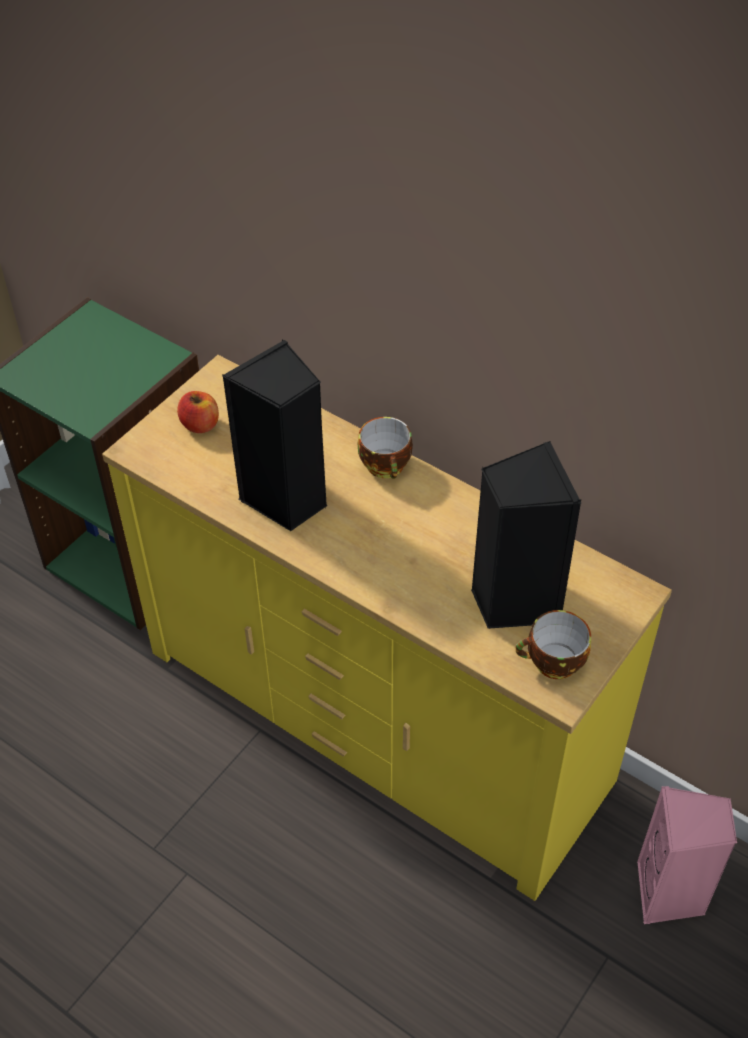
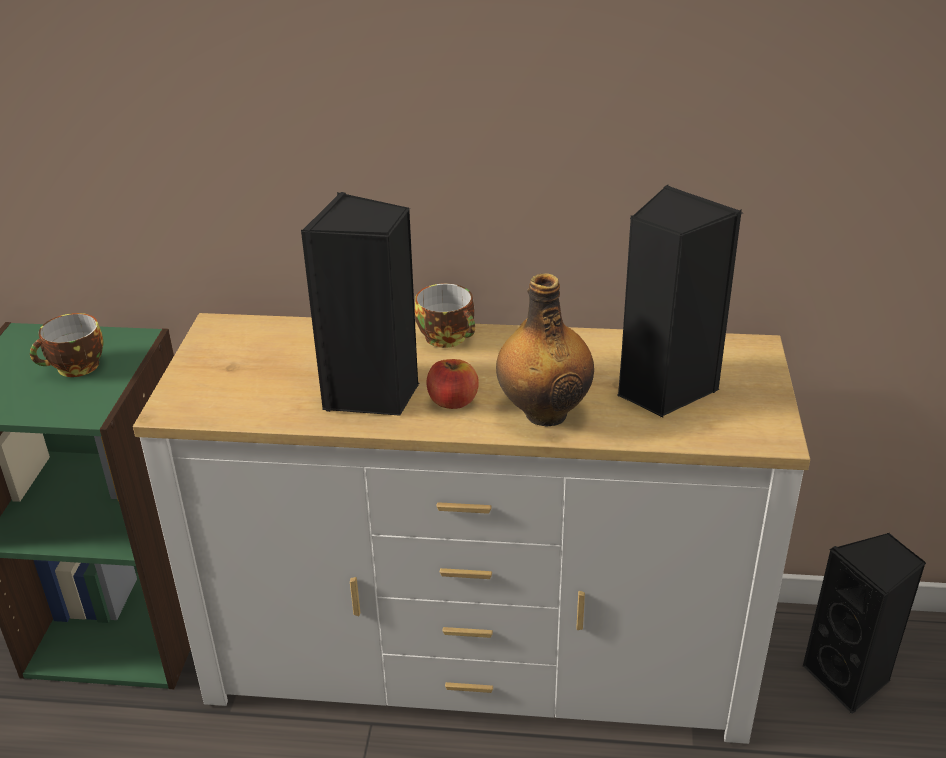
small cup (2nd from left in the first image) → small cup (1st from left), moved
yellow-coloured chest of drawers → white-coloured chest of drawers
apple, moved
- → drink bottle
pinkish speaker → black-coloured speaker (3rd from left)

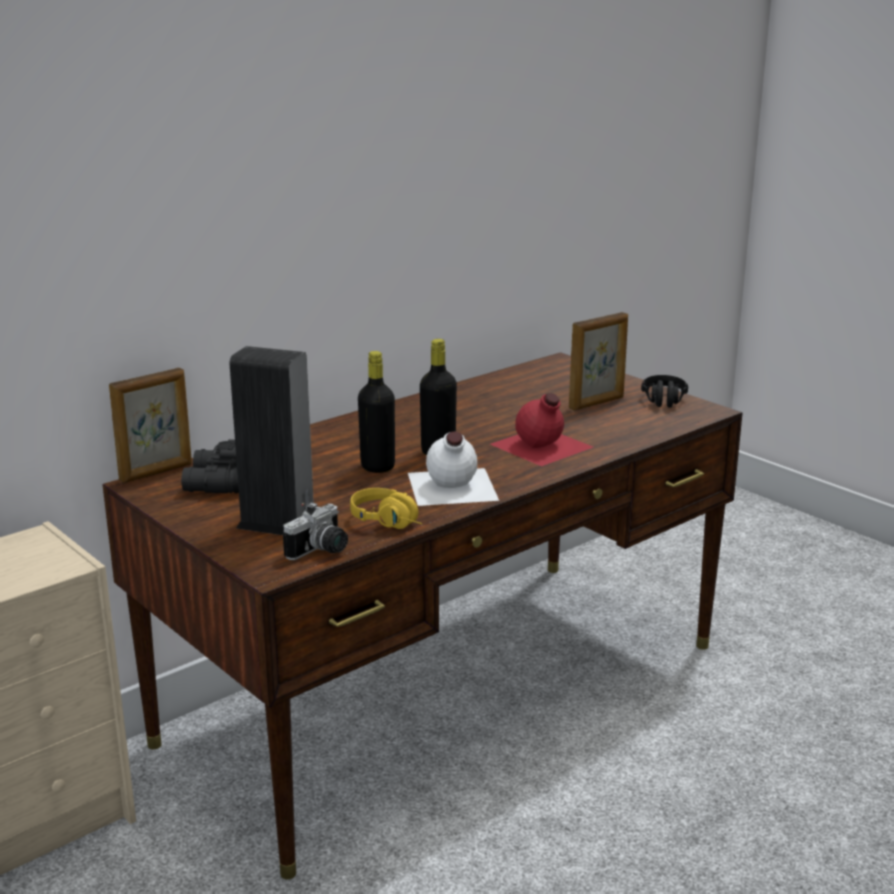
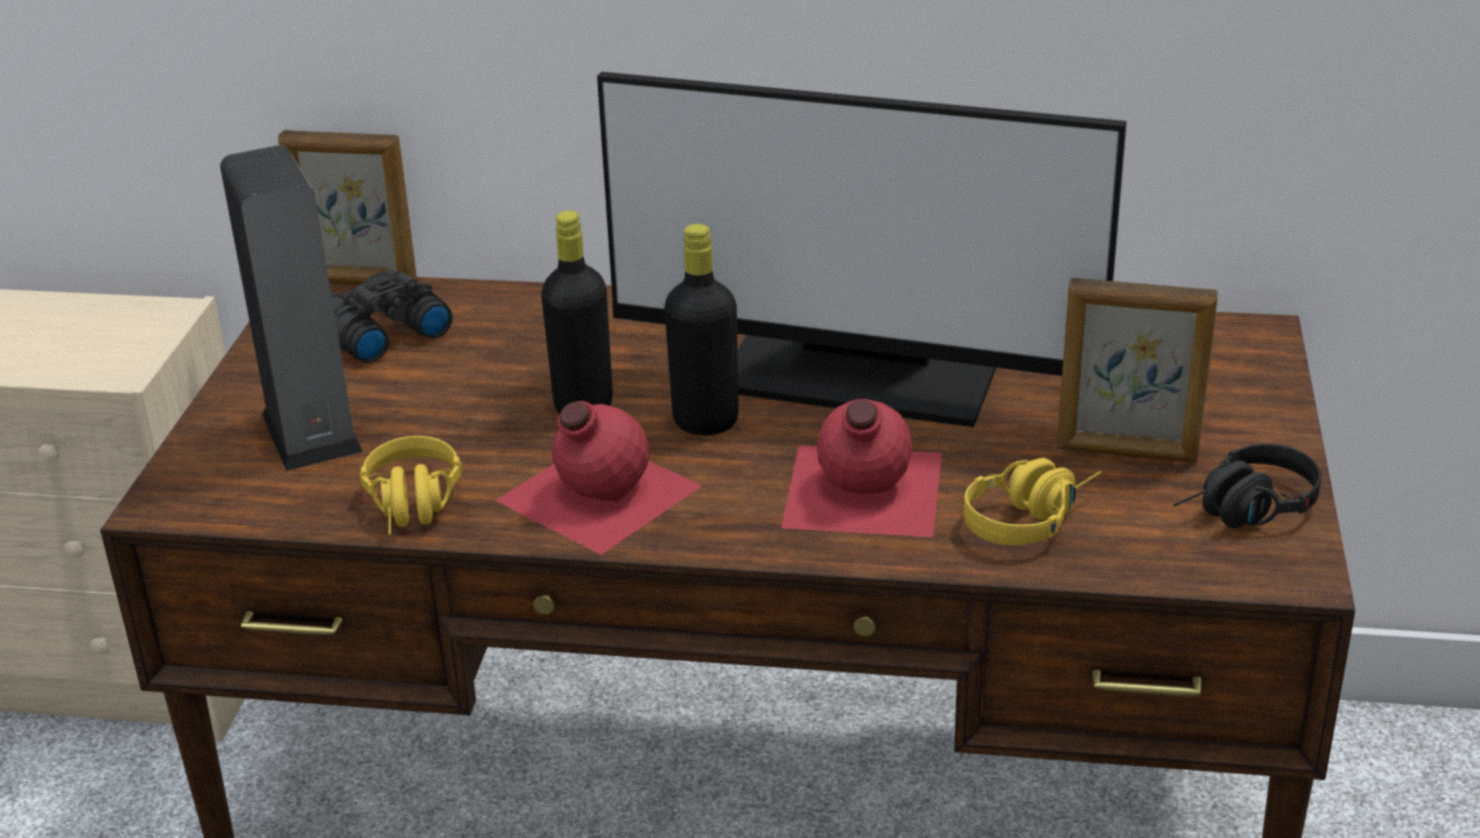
white-coloured drink bottle → red drink bottle (1st from left)
- → computer screen
- → yellow-coloured pair of headphones (2nd from left)
still camera → -

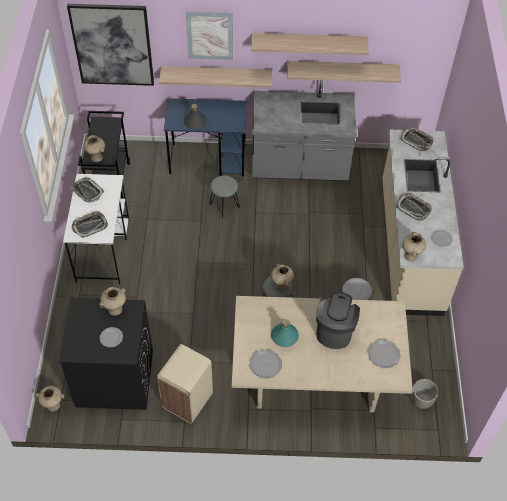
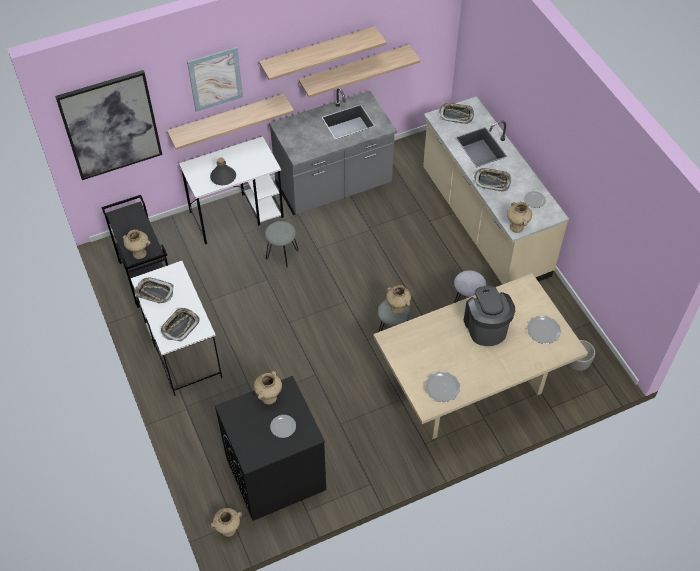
bluish desk table → white-coloured desk table (2nd from left)
beige rubbish bin → -
turquoise-coloured drink bottle → -

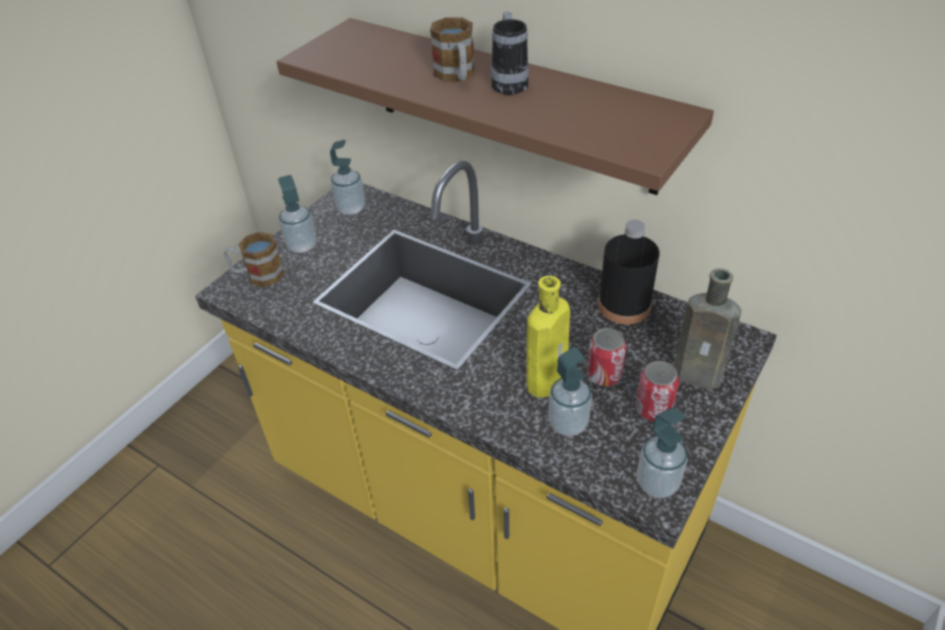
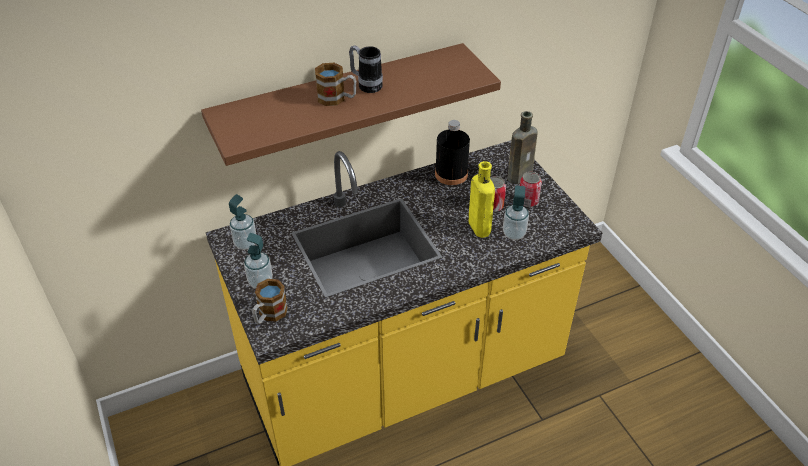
soap dispenser (4th from left) → -

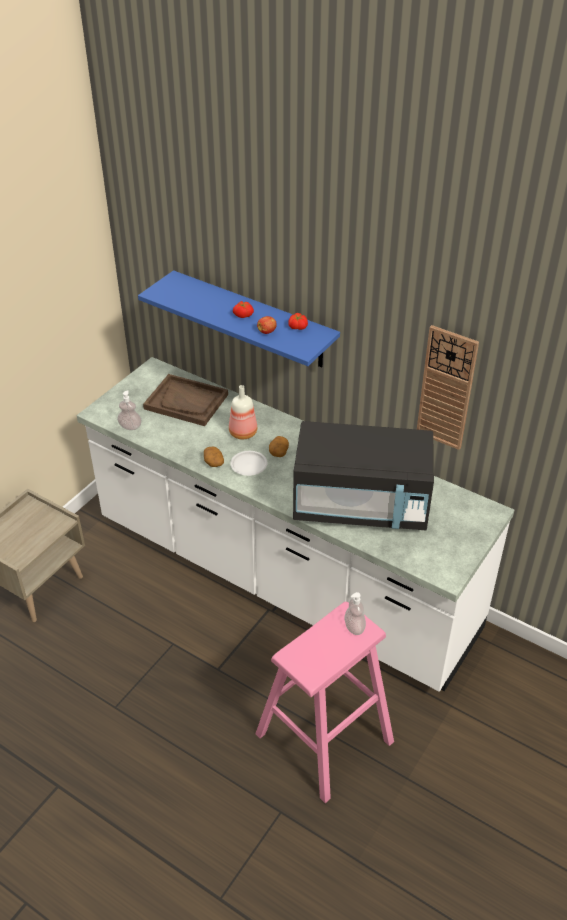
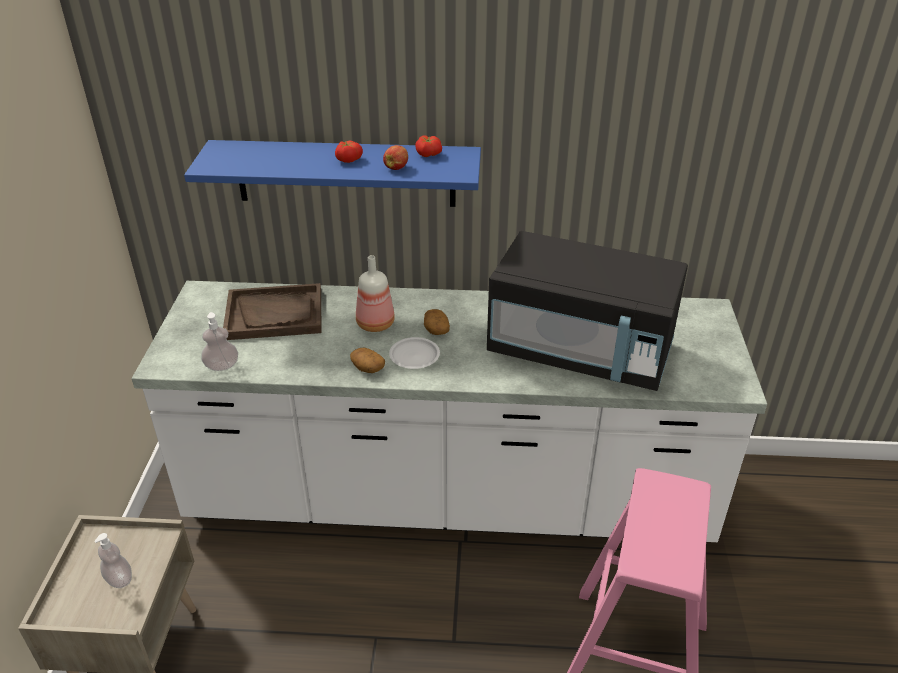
soap dispenser (2nd from left in the first image) → soap dispenser (1st from left), moved
black-coloured kitchen microwave, 45 degrees clockwise
wall clock → -

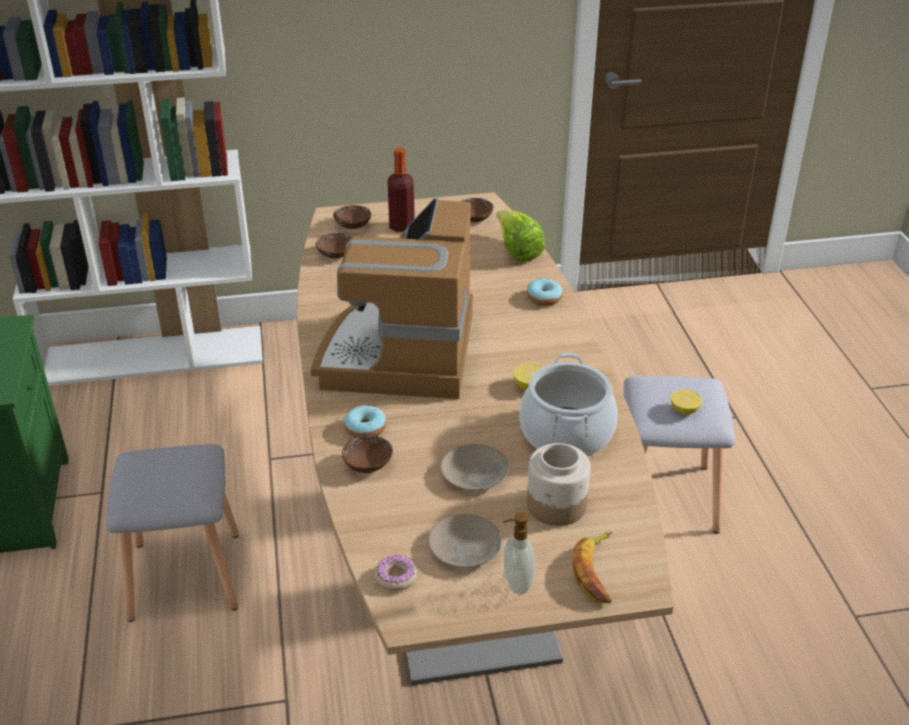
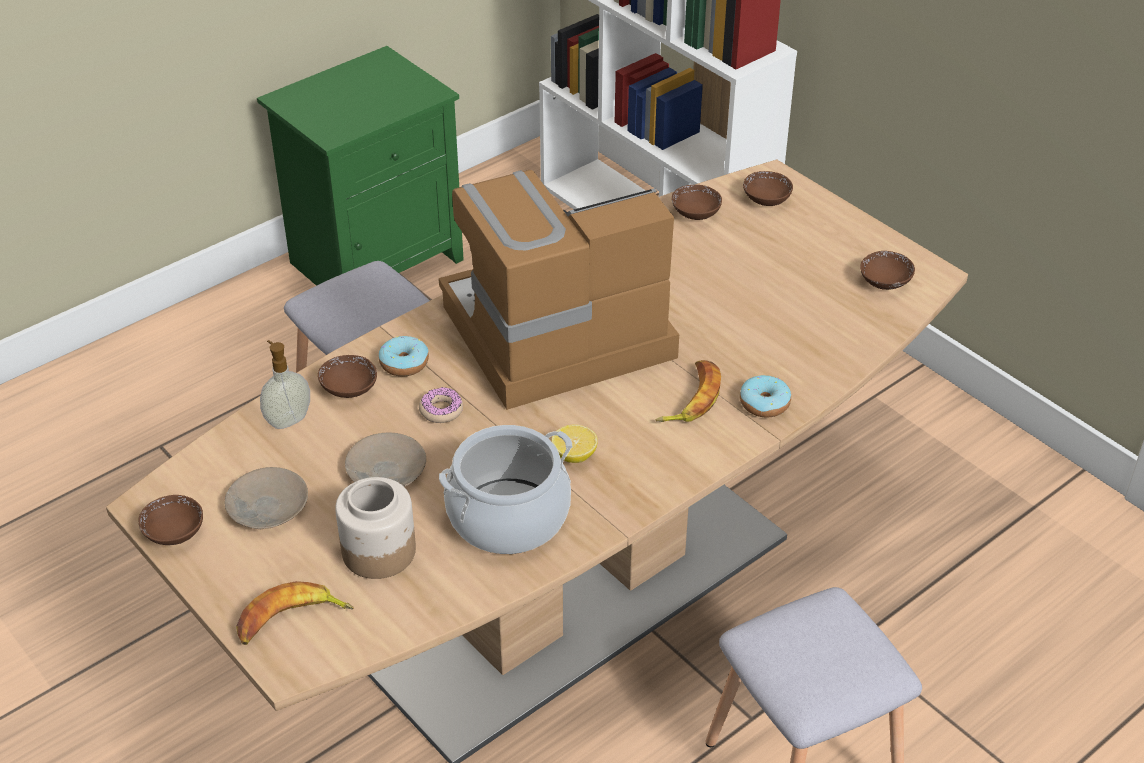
- → brownish serving bowl (1st from left)
soap dispenser, moved
ring doughnut (2nd from left), moved
- → banana (2nd from left)
drink bottle → -
head of lettuce → -
whole lemon (2nd from left) → -

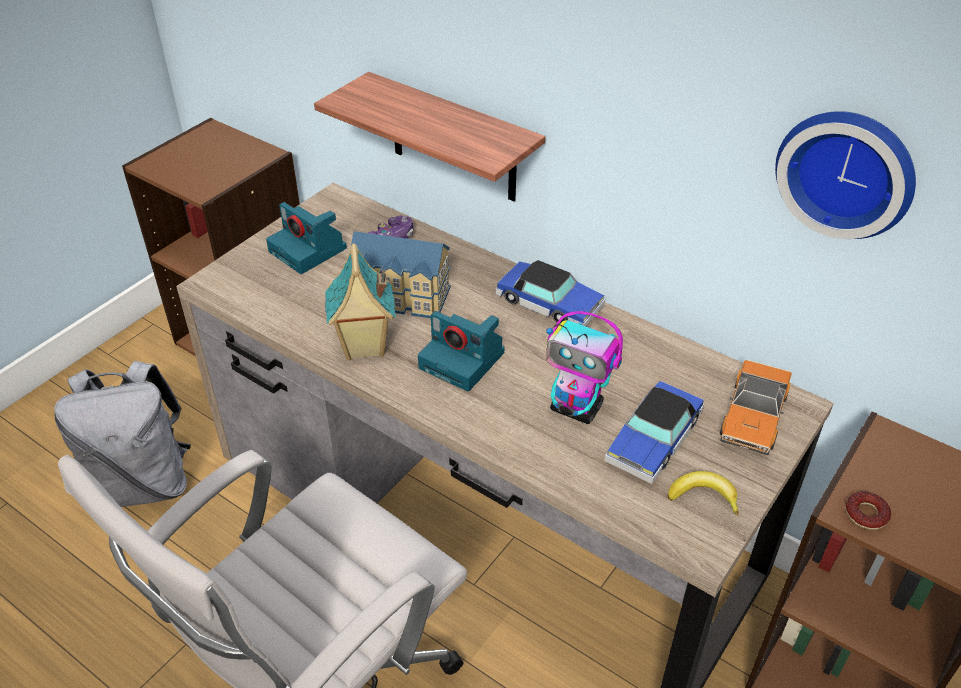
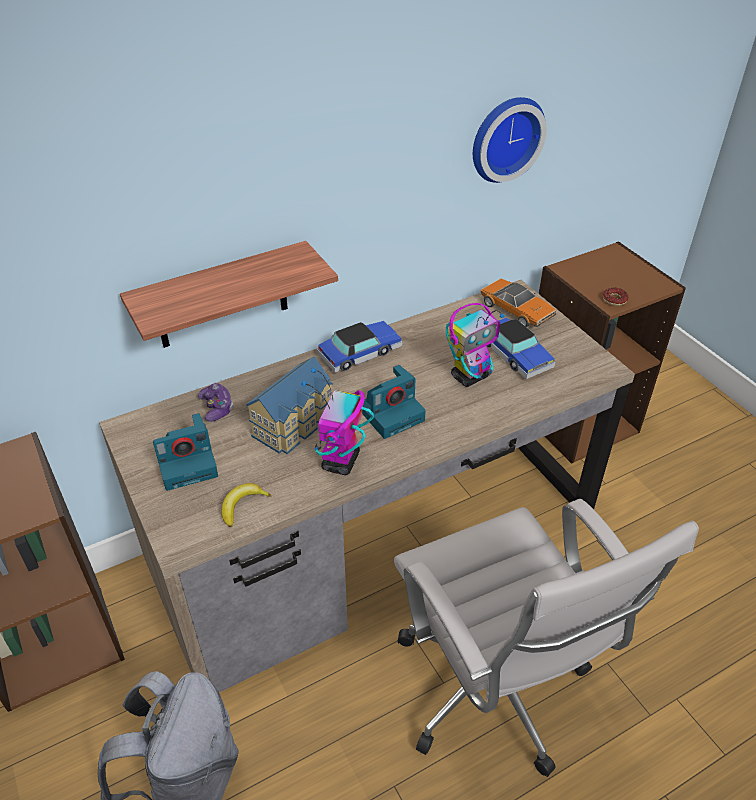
banana, moved
model house (1st from left) → toy robot (1st from left)

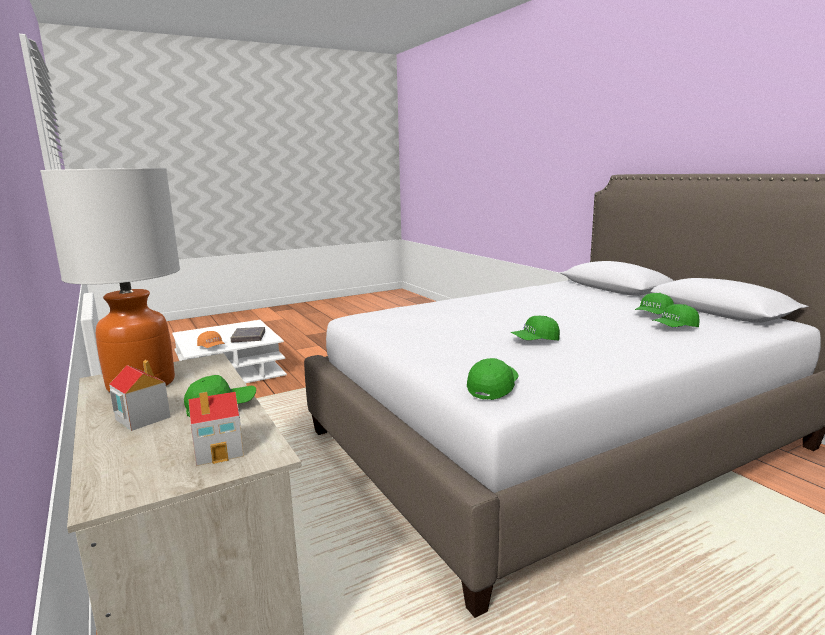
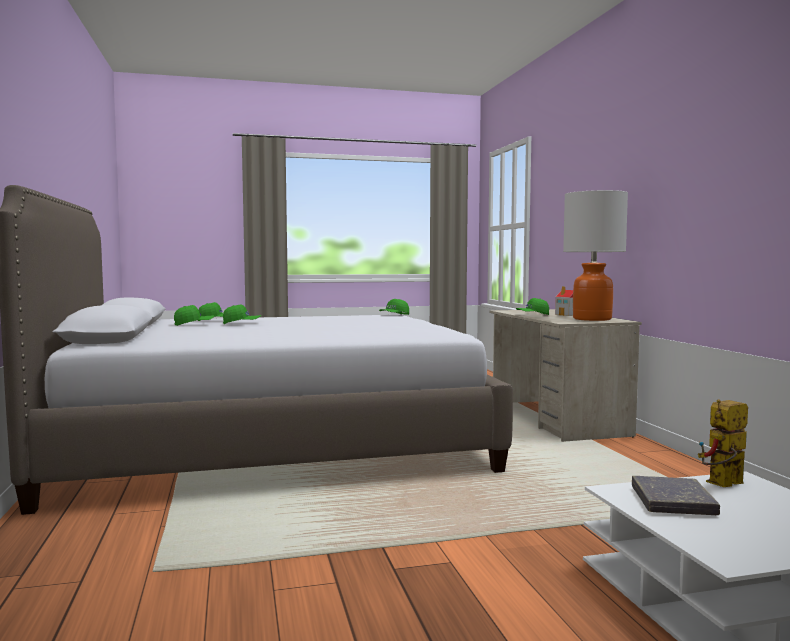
greenish baseball cap (3rd from left), moved
orangey baseball cap → toy robot
model house (2nd from left) → -

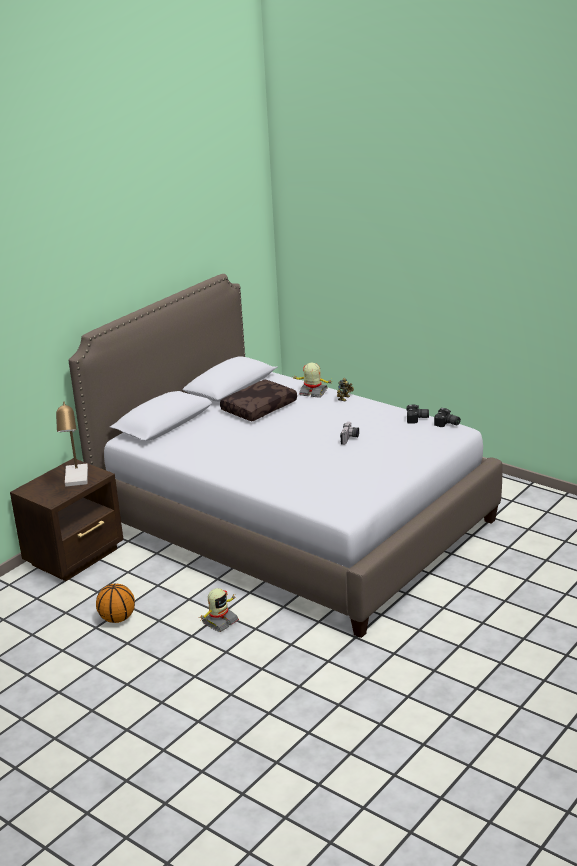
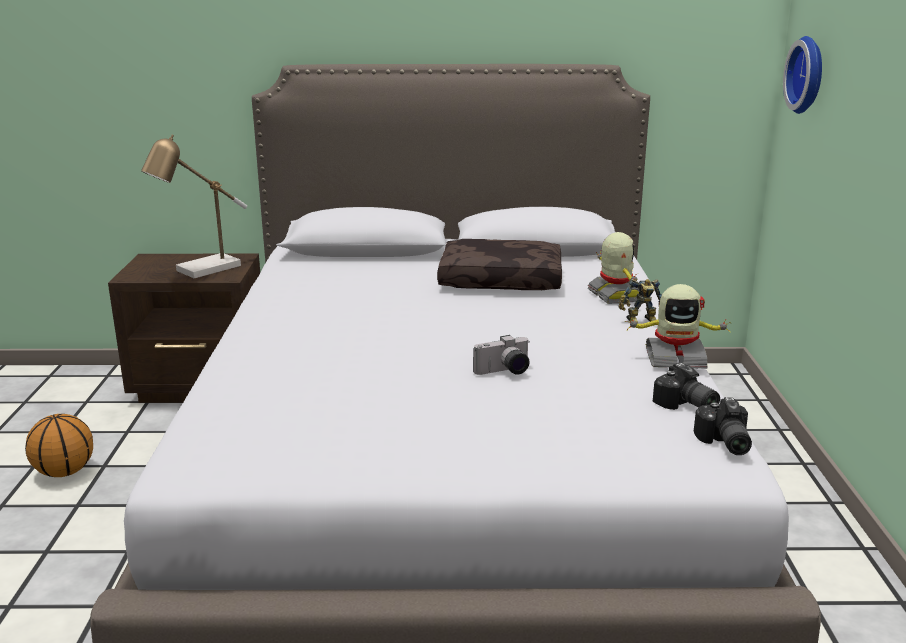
toy robot (1st from left in the first image) → toy robot (3rd from left), moved
- → wall clock

